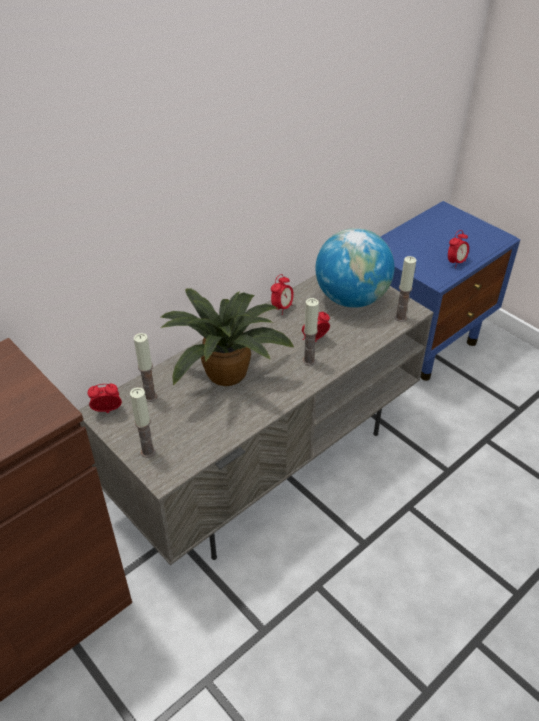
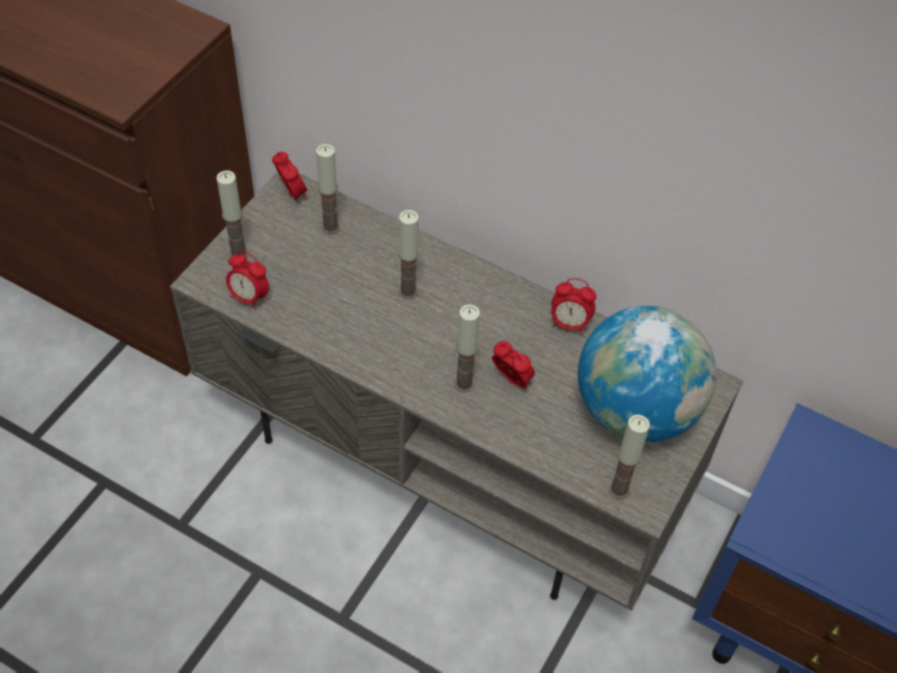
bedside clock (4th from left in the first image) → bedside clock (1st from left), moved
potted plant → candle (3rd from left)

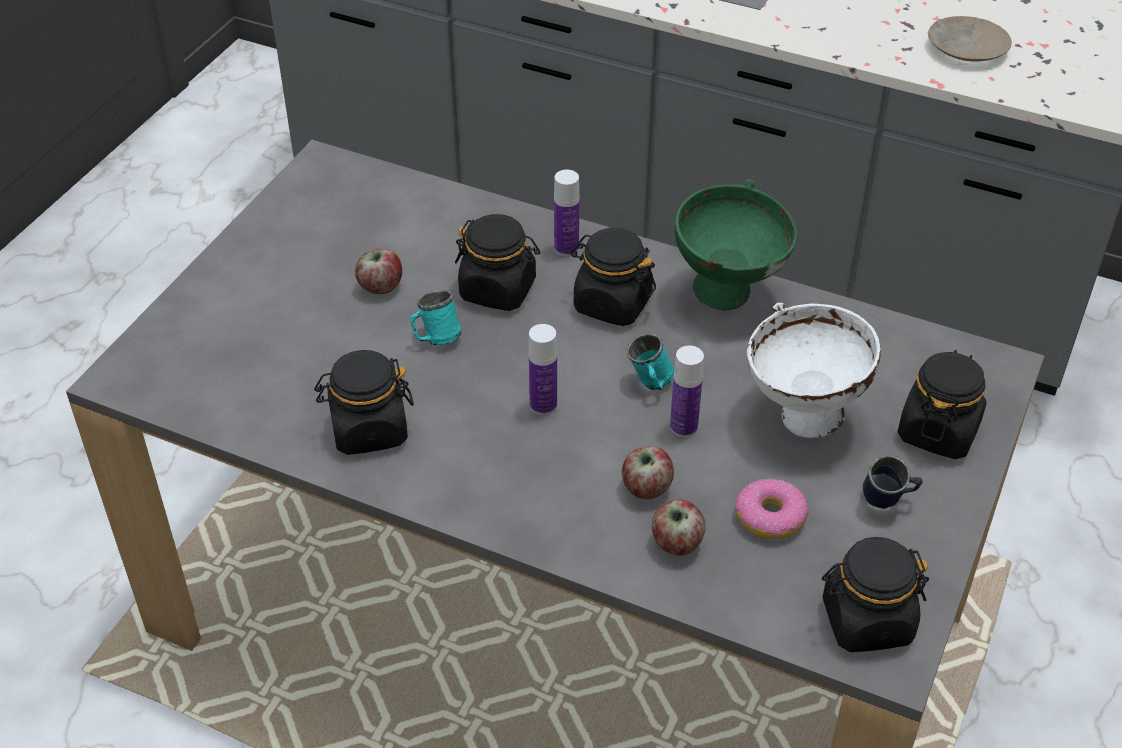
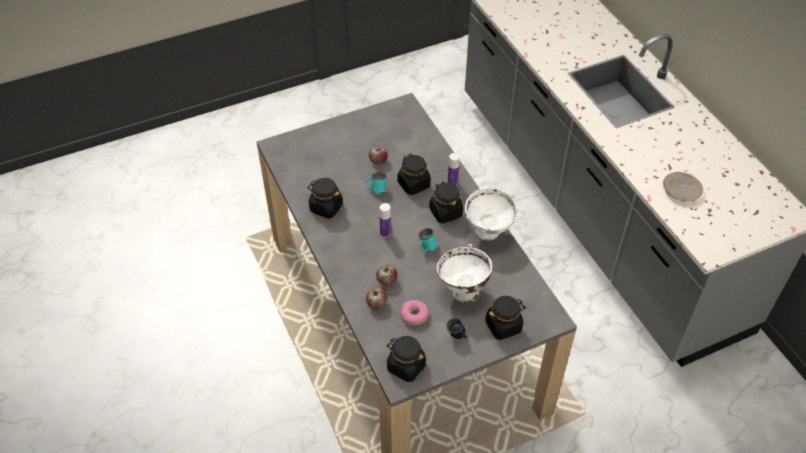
greenish serving bowl → white-coloured serving bowl (2nd from left)
drink bottle (3rd from left) → -

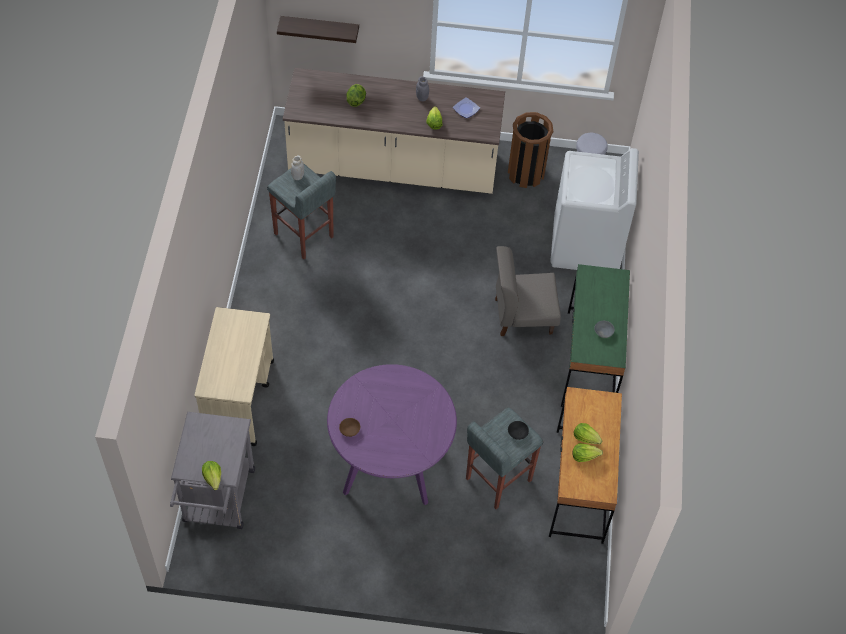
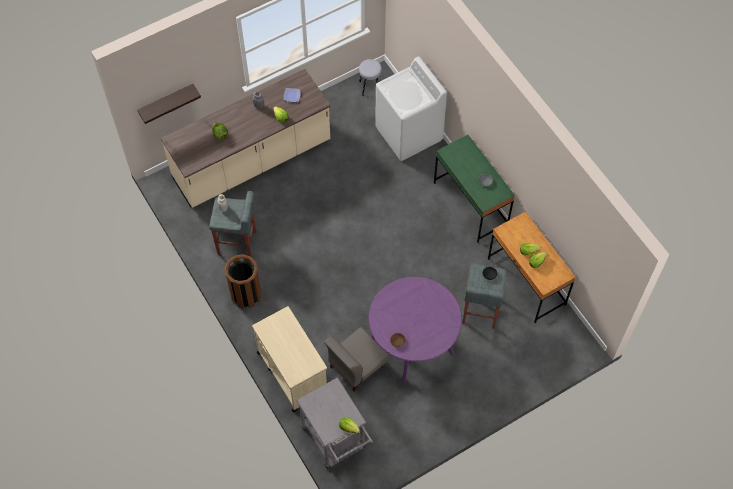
brownish rubbish bin, moved
gray upright chair, moved

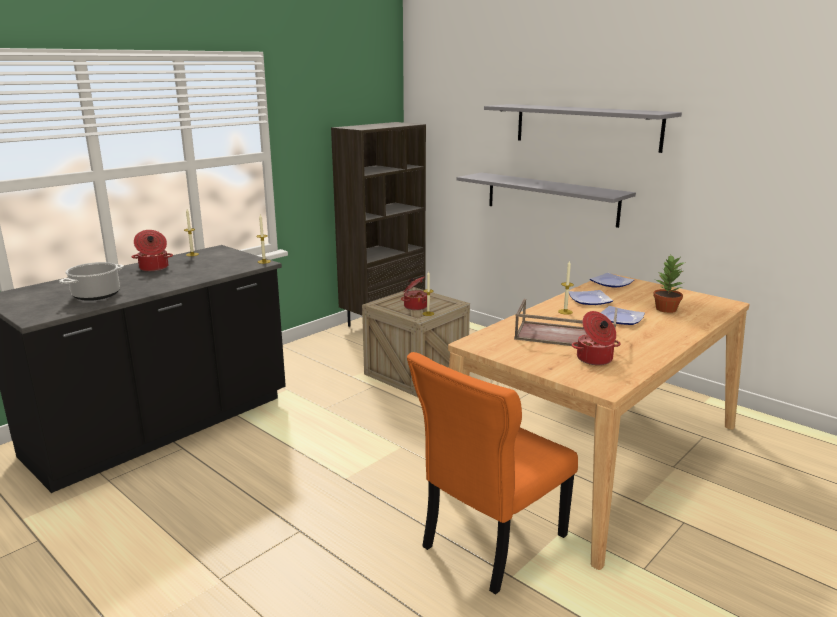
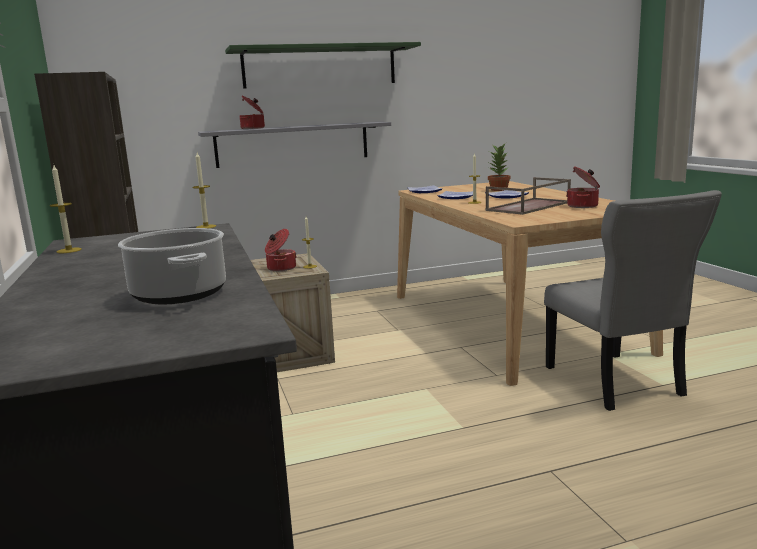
gray bracket shelf (2nd from left) → greenish bracket shelf
cooking pot (2nd from left), moved
orangey upright chair → gray upright chair

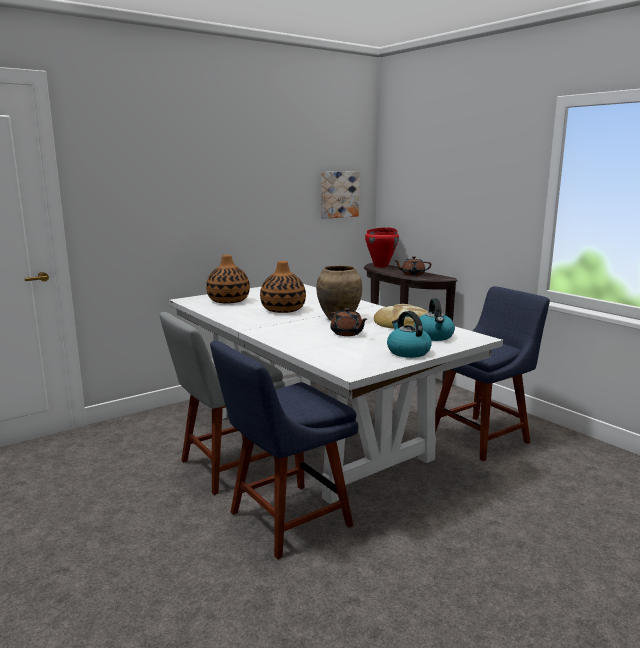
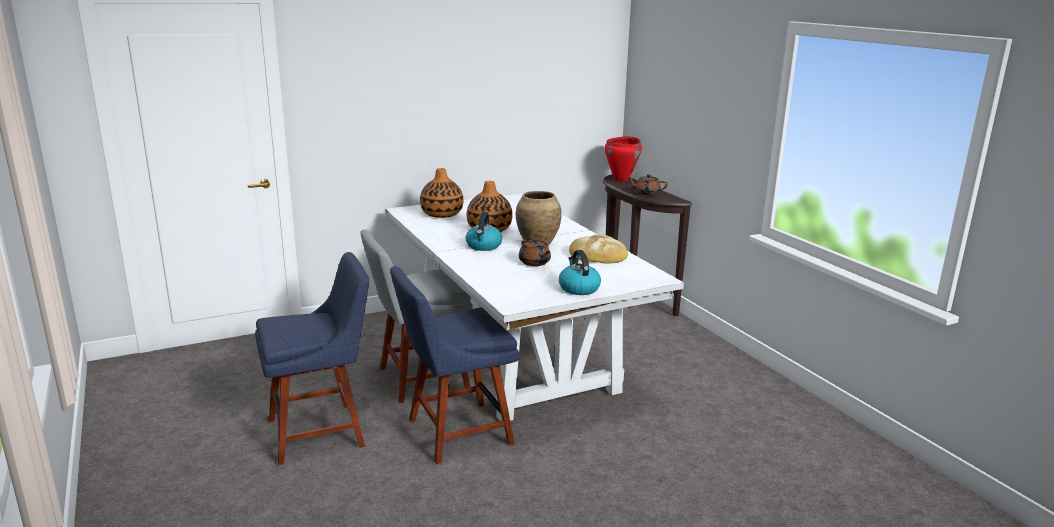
bluish upright chair (2nd from left in the first image) → bluish upright chair (1st from left), moved
water kettle (2nd from left in the first image) → water kettle (1st from left), moved
wall picture → -

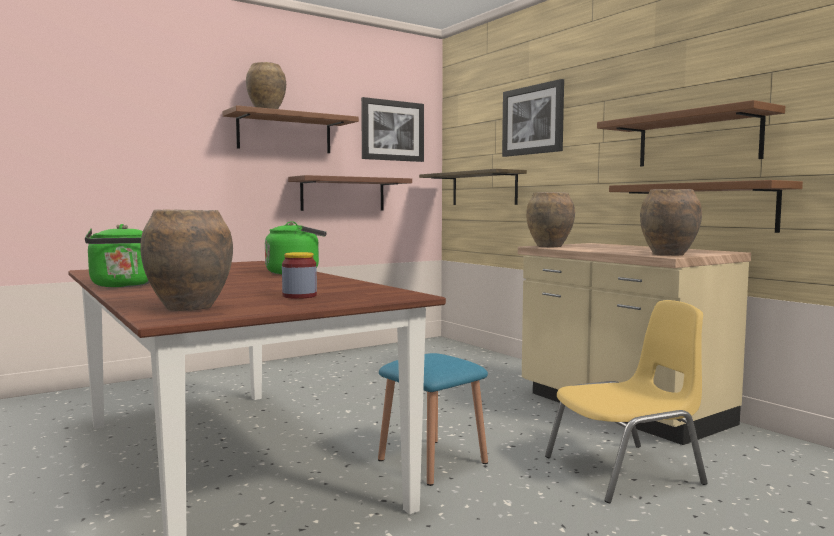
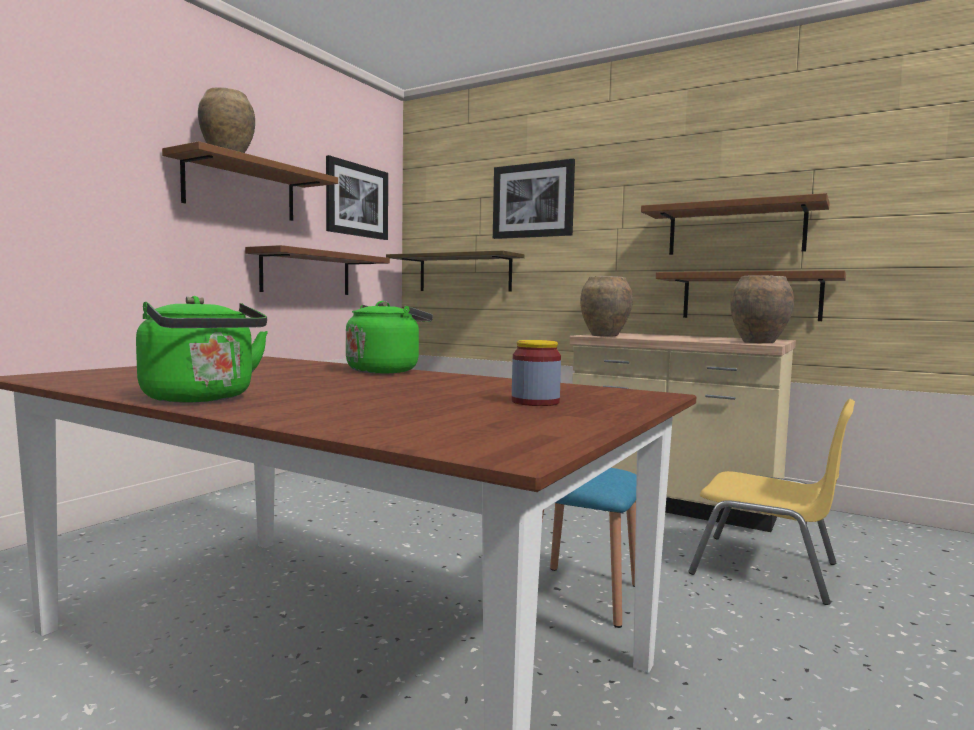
yellow-coloured upright chair, 75 degrees clockwise
brownish flower vase (1st from left) → -

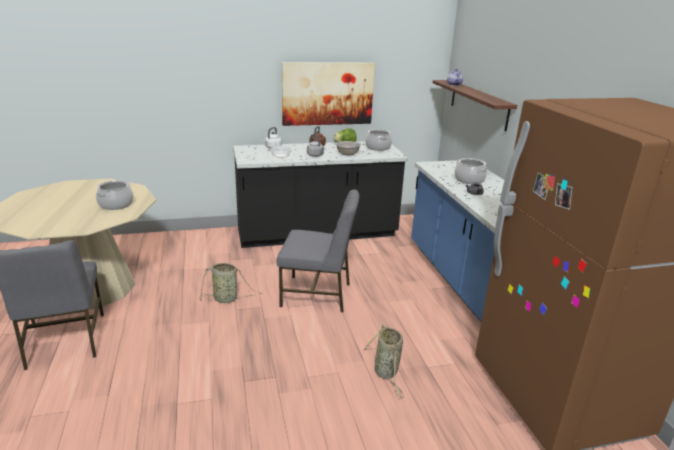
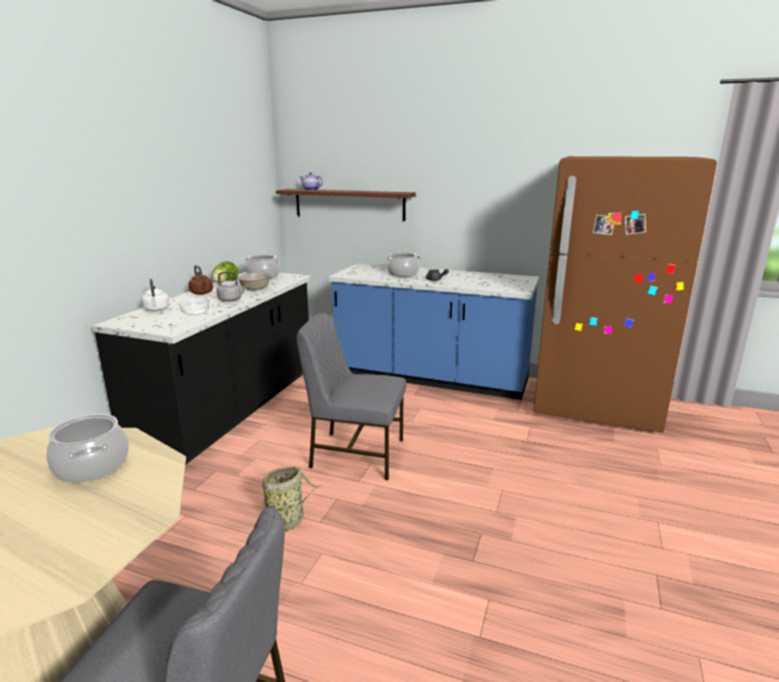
gray upright chair (2nd from left), 120 degrees counterclockwise
wall picture → -
household basket (2nd from left) → -

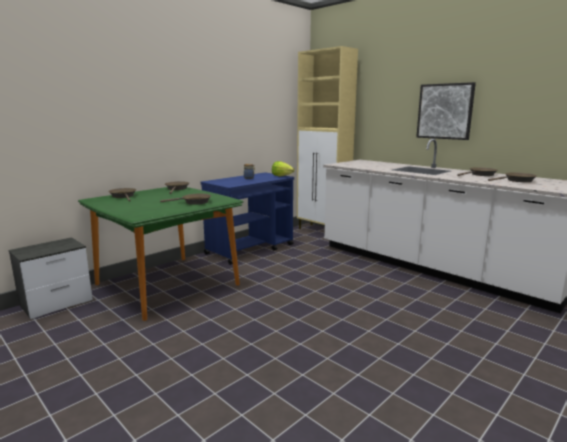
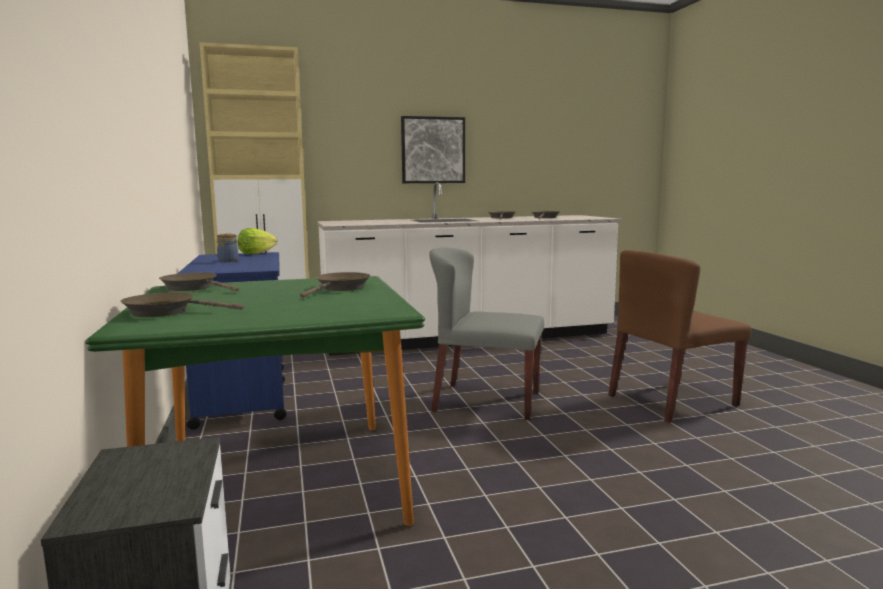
- → gray upright chair
- → brownish upright chair

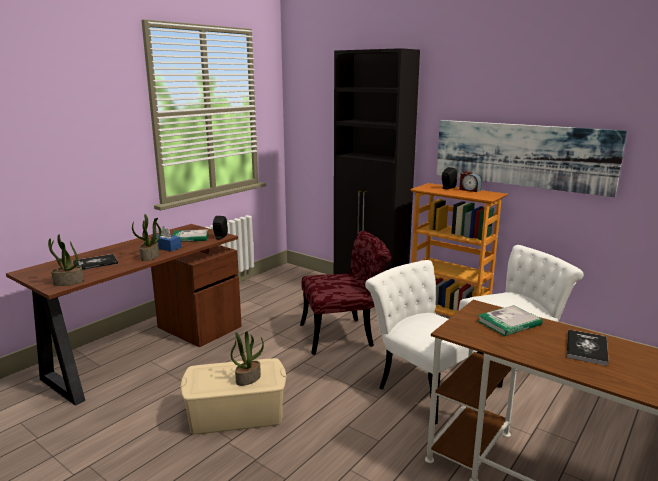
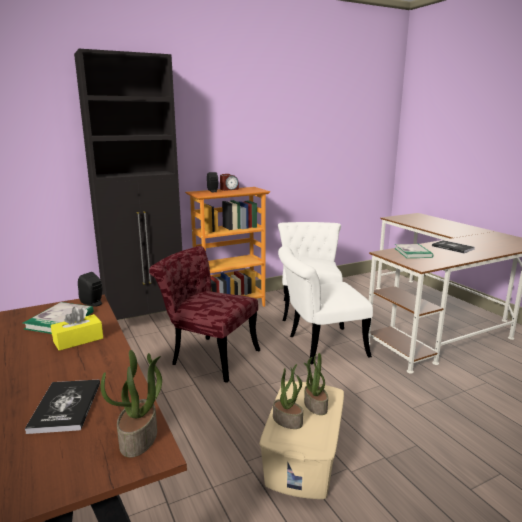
bluish box of tissues → yellow-coloured box of tissues
red upright chair, 75 degrees counterclockwise
potted plant (2nd from left), moved
wall picture → -

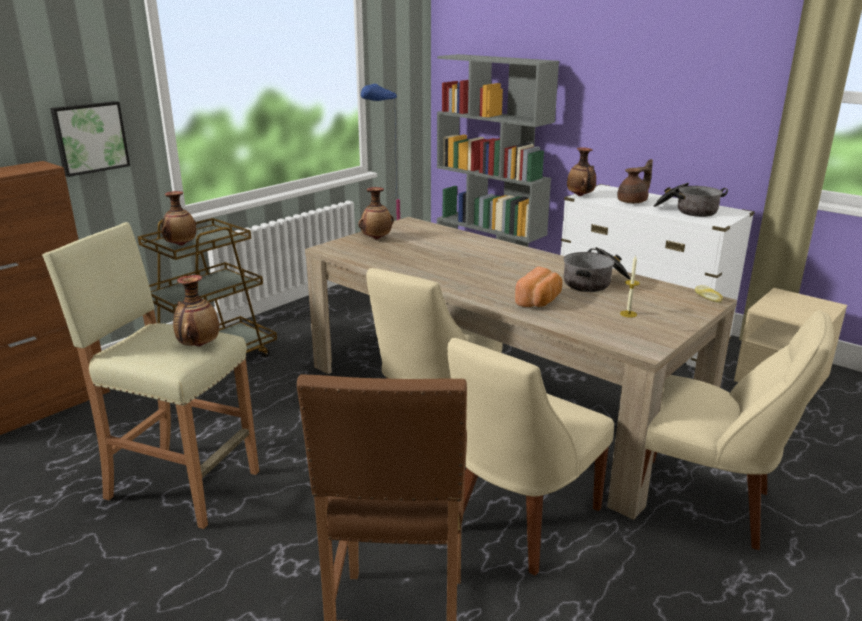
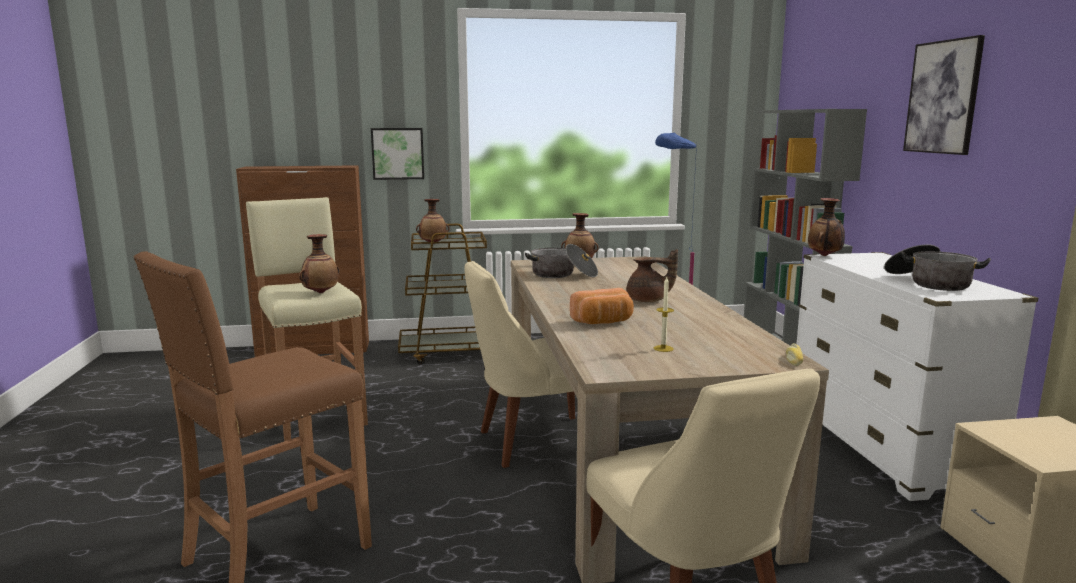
cooking pot (1st from left), moved
brownish teapot, moved
- → wall picture (2nd from left)
beige upright chair (2nd from left) → -

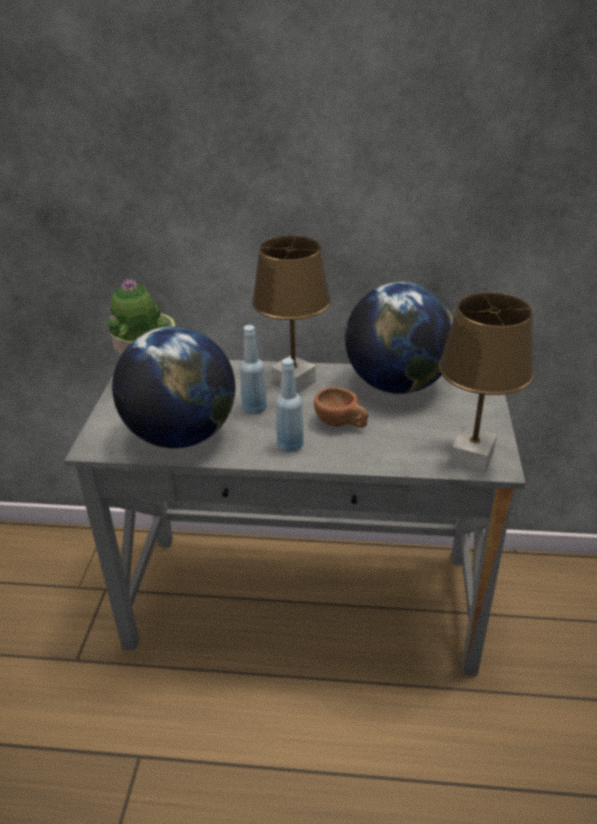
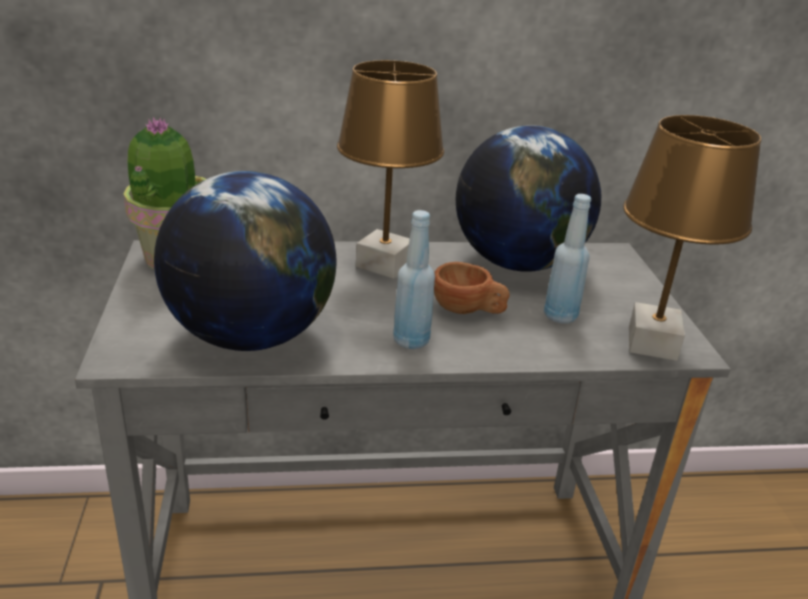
bluish drink bottle (1st from left in the first image) → bluish drink bottle (2nd from left), moved

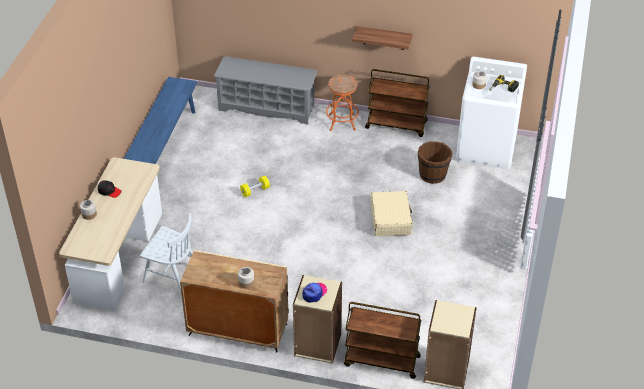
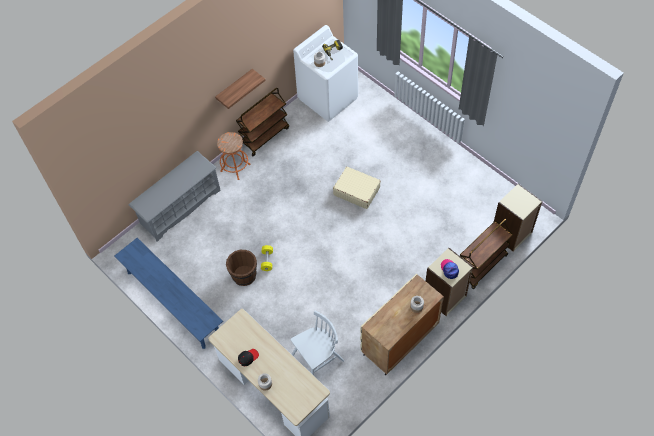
brownish water bucket, moved

